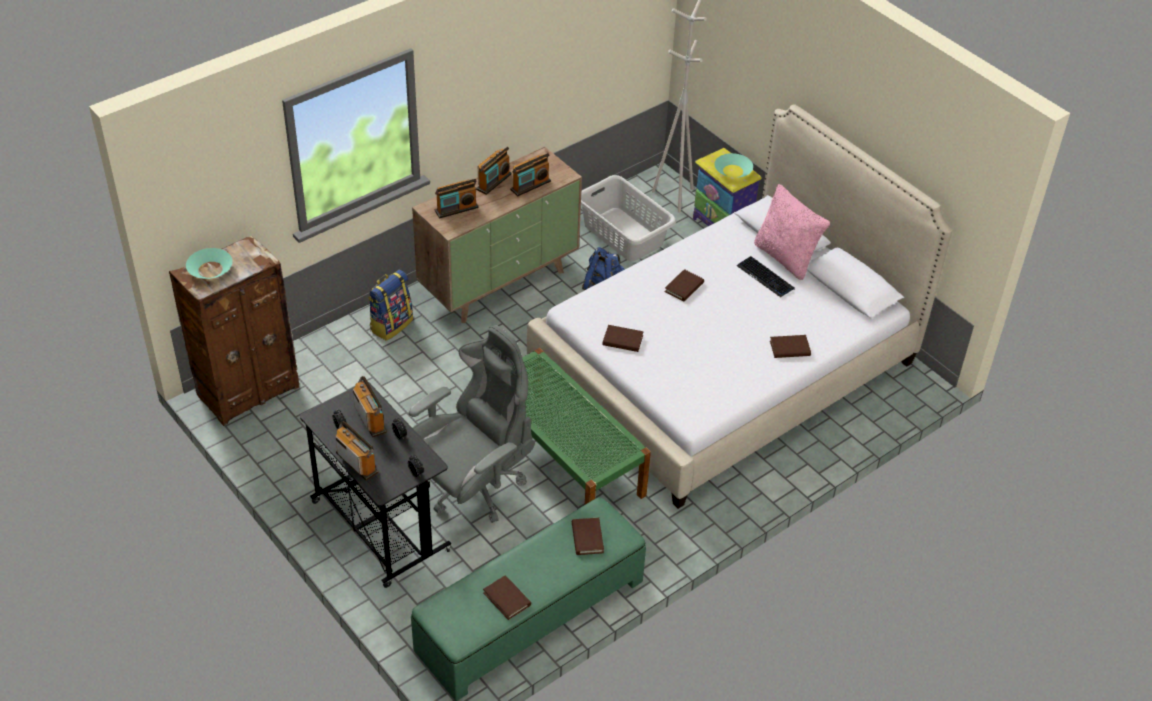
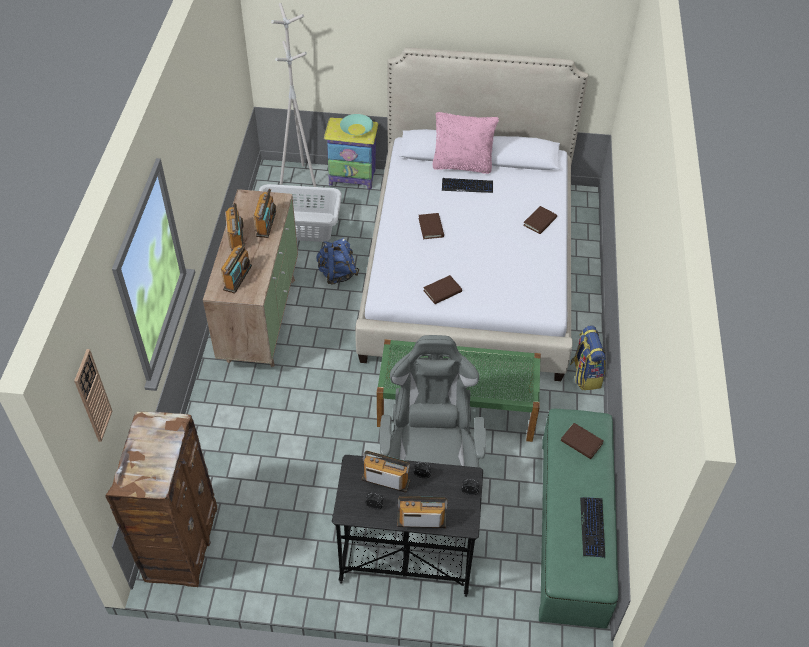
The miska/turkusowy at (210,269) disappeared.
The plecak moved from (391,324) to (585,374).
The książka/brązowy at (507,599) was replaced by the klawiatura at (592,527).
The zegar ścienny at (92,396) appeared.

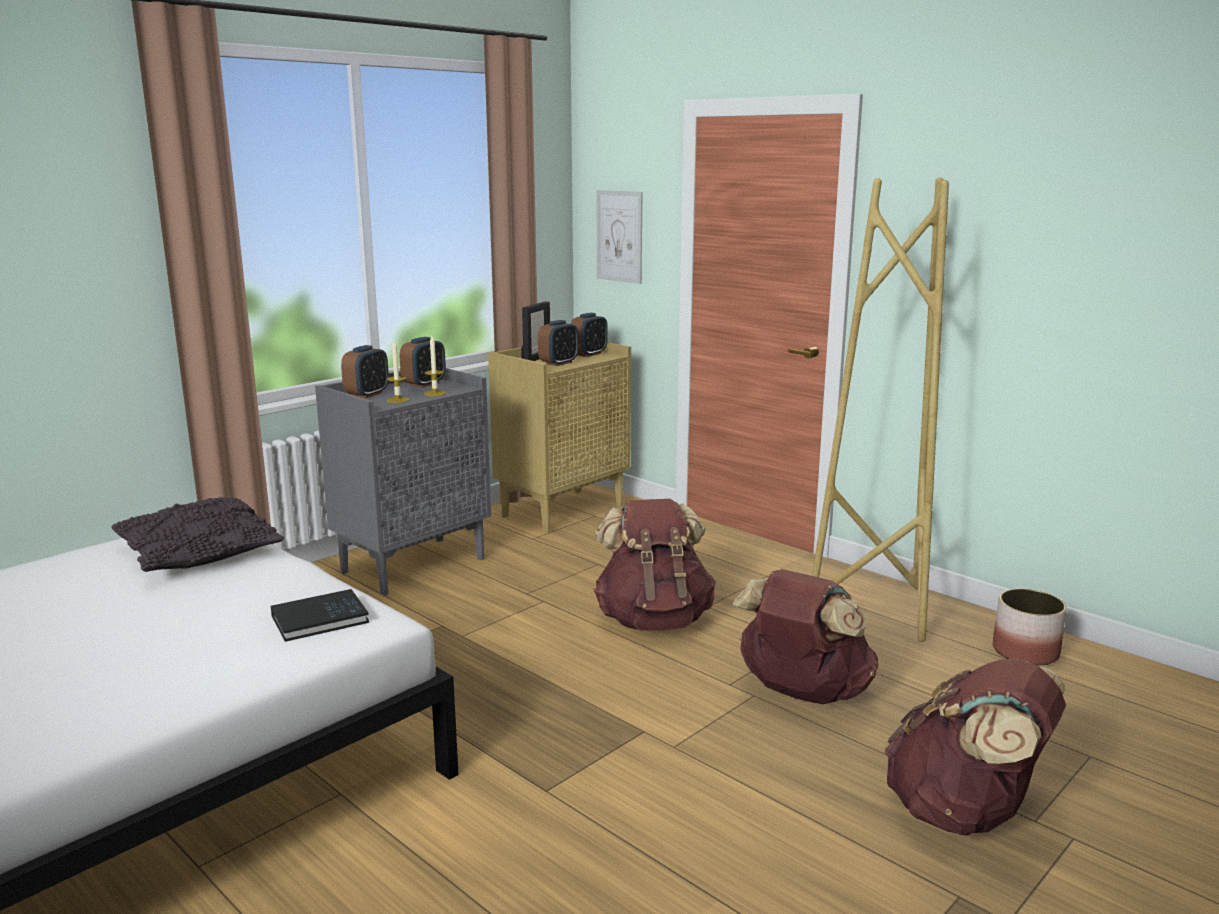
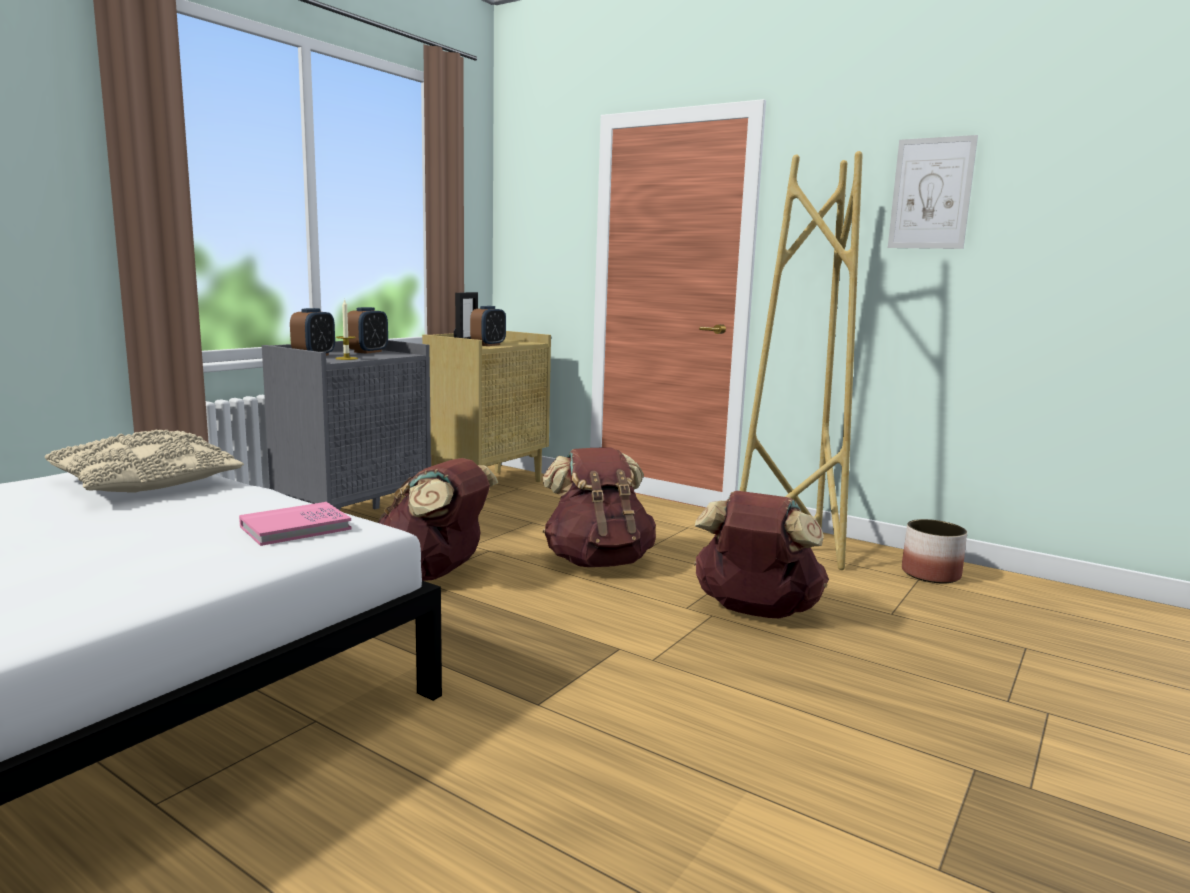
The poduszka/czarny at (199,553) became the poduszka/beżowy at (146,483).
The książka/czarny at (320,619) became the książka/różowy at (295,528).
The świeca at (435,393) disappeared.
The budzik at (589,354) disappeared.
The obraz moved from (619,236) to (931,193).
The plecak/brązowy moved from (964,812) to (434,574).

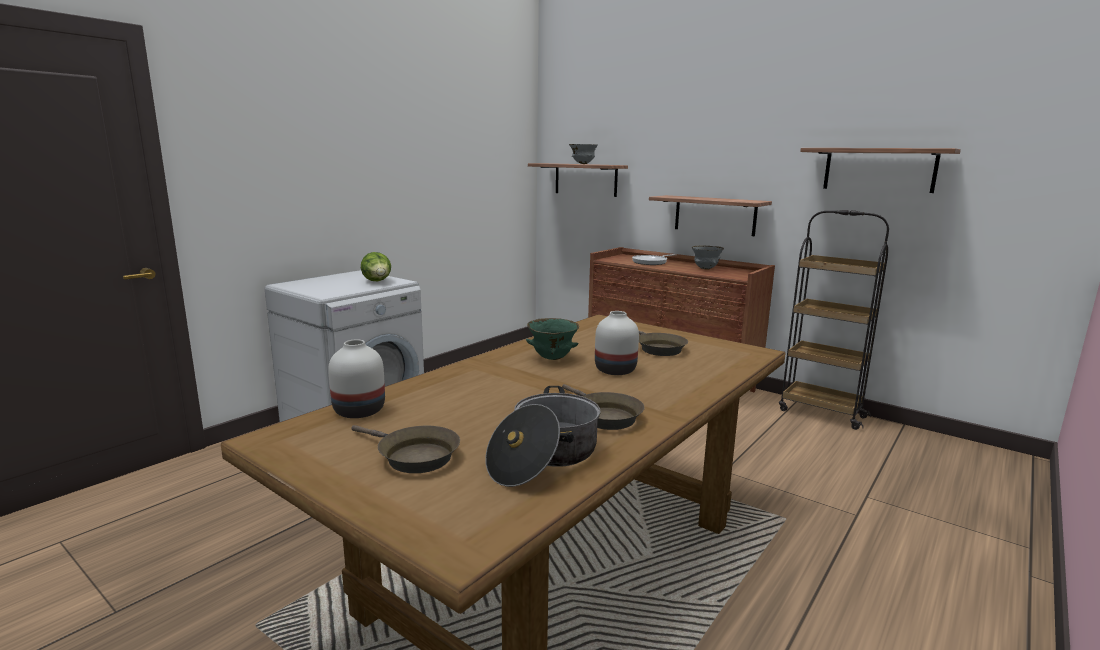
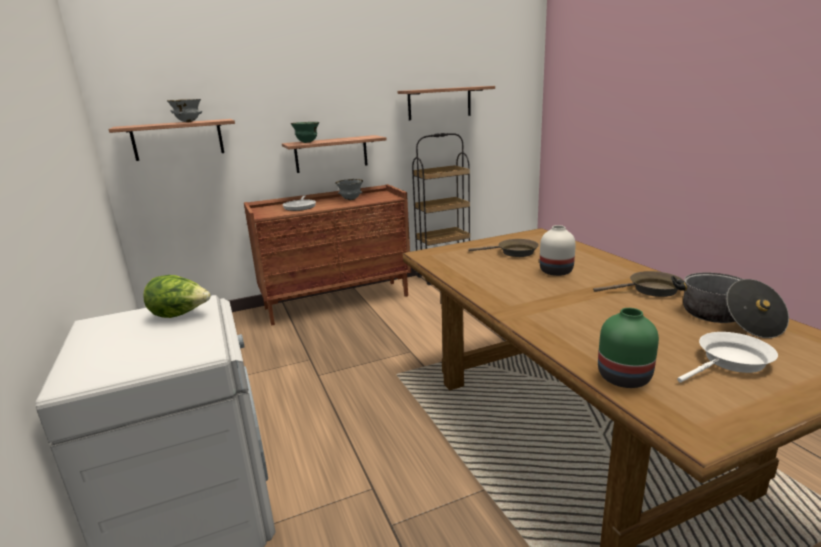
The wazon/biały at (360,410) became the wazon/zielony at (622,377).
The patelnia/brązowy at (413,456) became the patelnia/biały at (730,362).
The miska/zielony moved from (552,359) to (307,142).

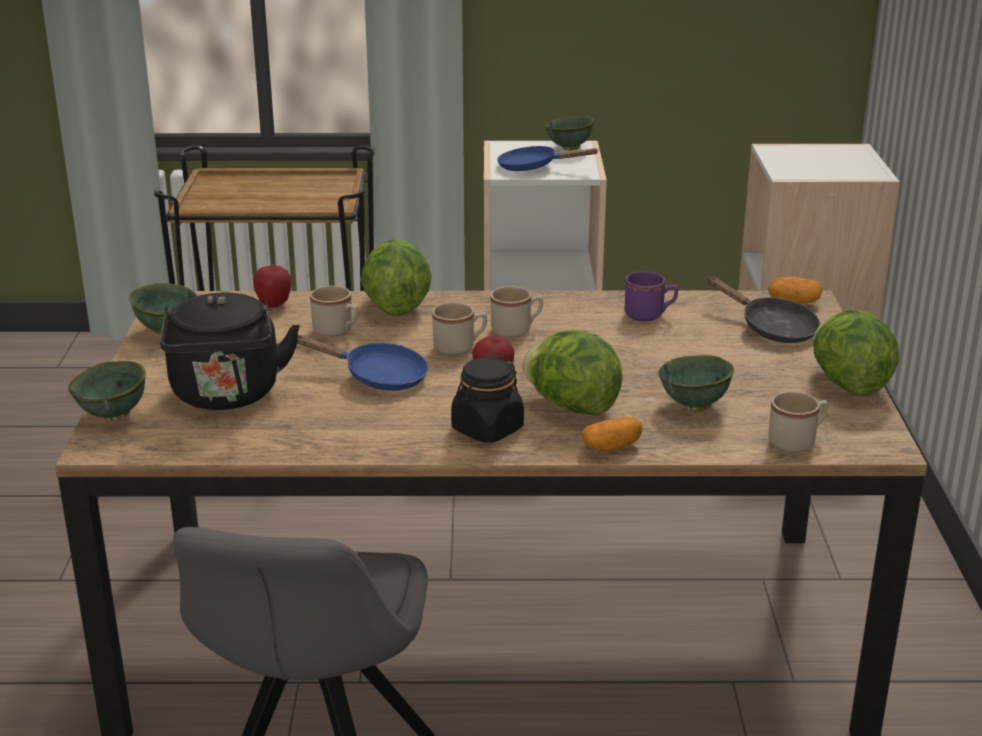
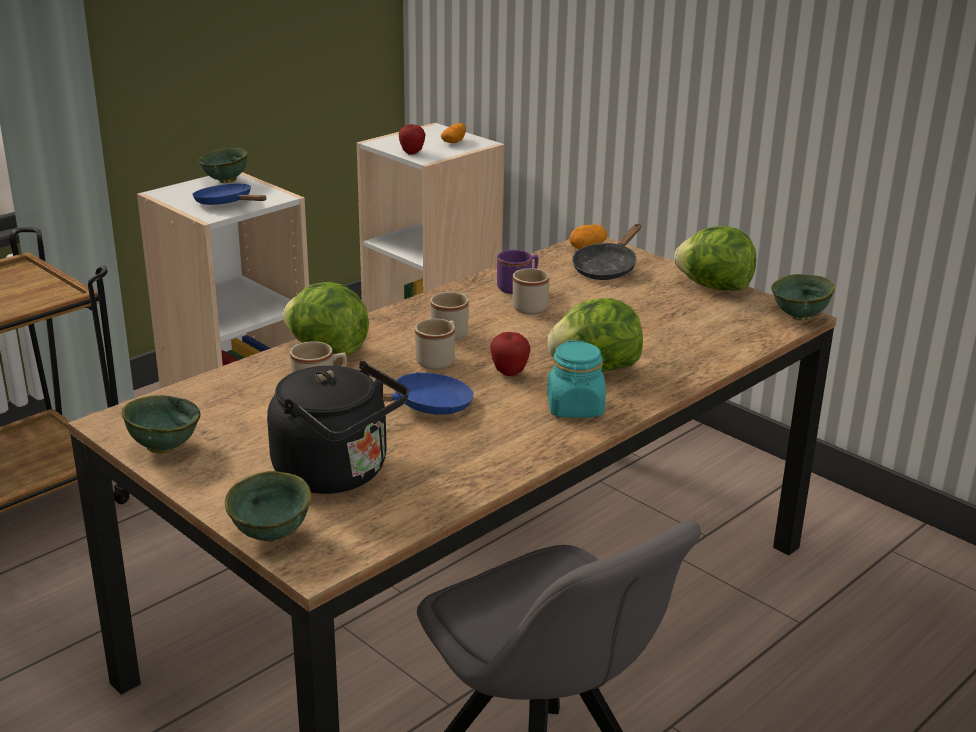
The jabłko moved from (274,305) to (412,153).
The słoik/czarny at (487,429) became the słoik/turkusowy at (575,408).
The patelnia/niebieski at (533,167) turned 75 degrees clockwise.
The ziemniak moved from (611,447) to (454,142).
The miska/zielony moved from (694,406) to (800,317).
The patelnia/czarny at (771,328) turned 120 degrees clockwise.
The kubek/beżowy moved from (797,442) to (532,306).

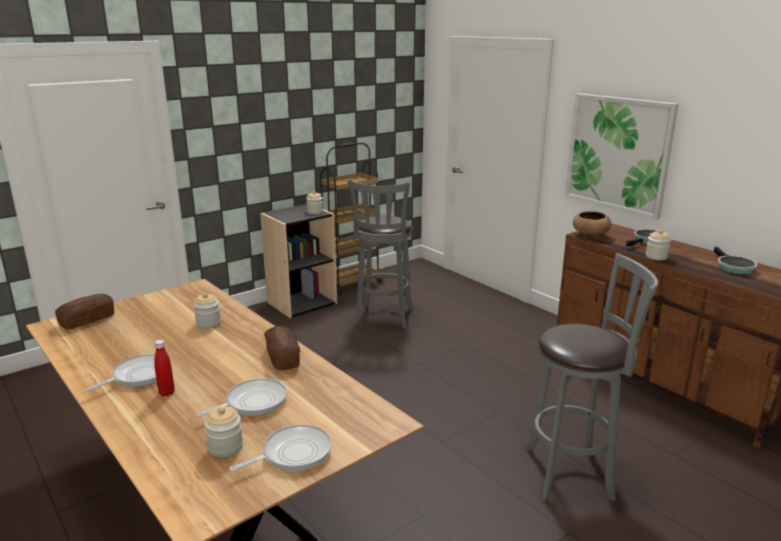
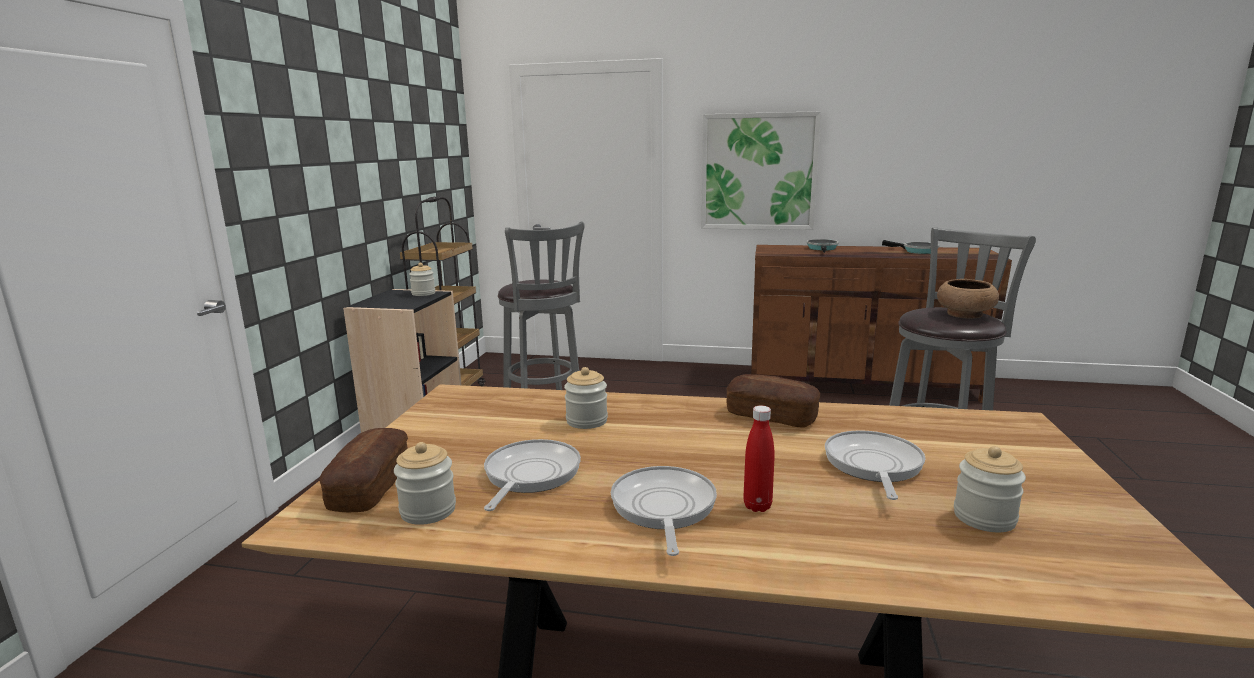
The patelnia moved from (293,454) to (529,475).
The miska/brązowy moved from (590,235) to (965,315).
The słoik moved from (656,257) to (428,510).

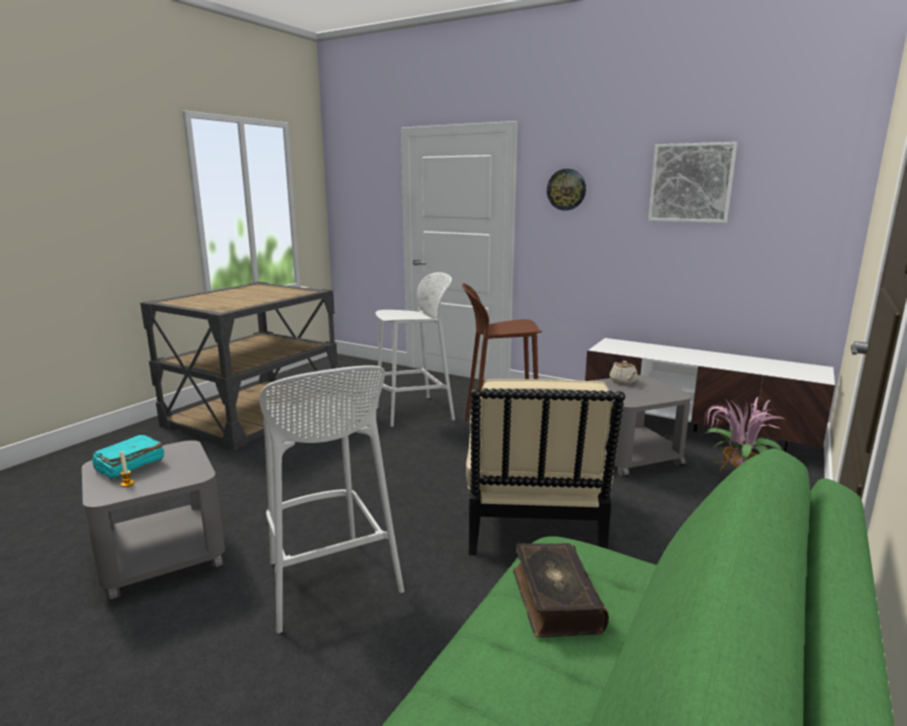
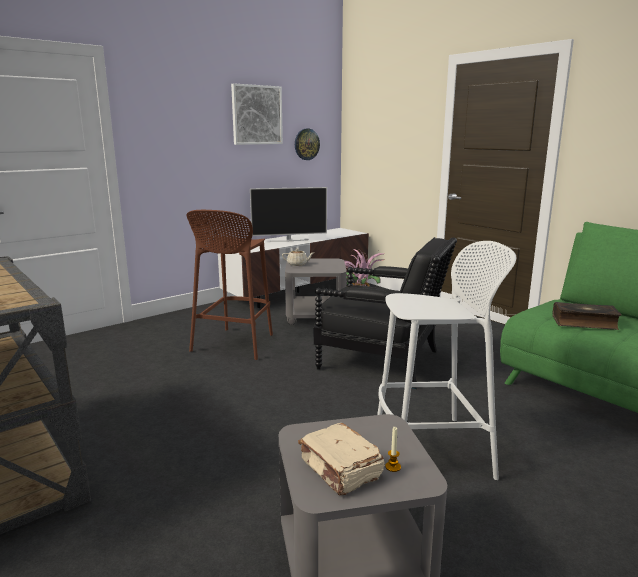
The książka/turkusowy at (129,466) became the książka/beżowy at (340,470).
The stołek/biały at (415,412) disappeared.
The fotel/beżowy at (532,521) became the fotel/czarny at (383,361).
The zegar ścienny moved from (566,189) to (306,144).
The telewizor at (289,240) appeared.

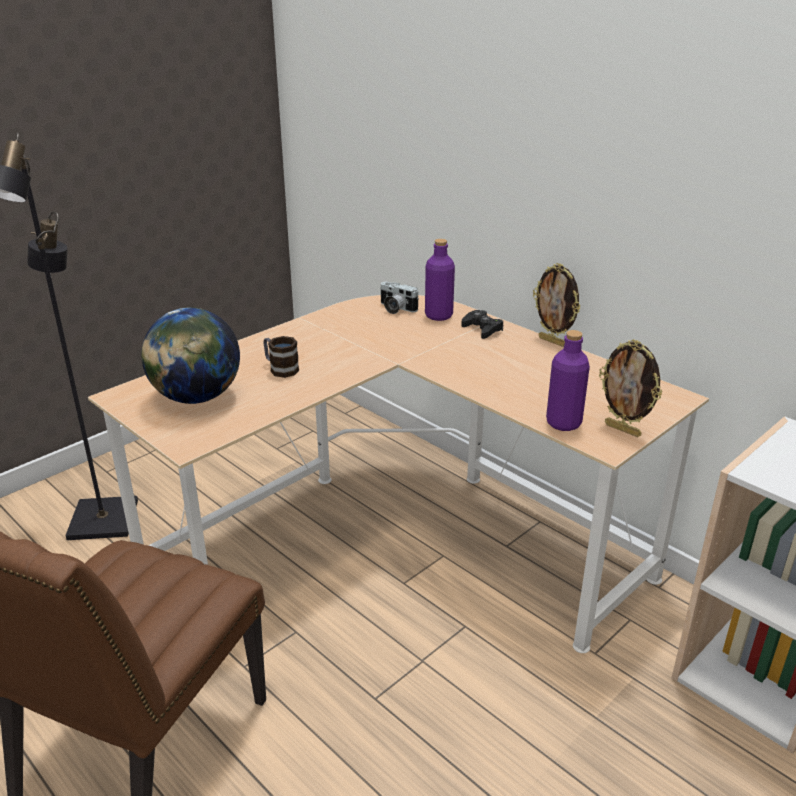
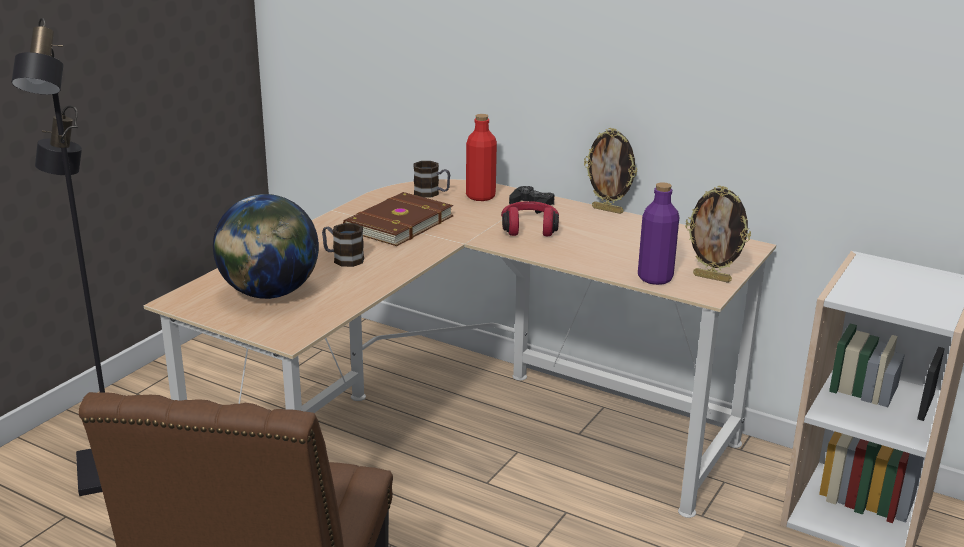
The aparat fotograficzny at (395,308) was replaced by the kubek at (431,193).
The butelka/fioletowy at (438,316) became the butelka/czerwony at (480,196).
The książka/brązowy at (397,223) appeared.
The słuchawki/czerwony at (529,228) appeared.

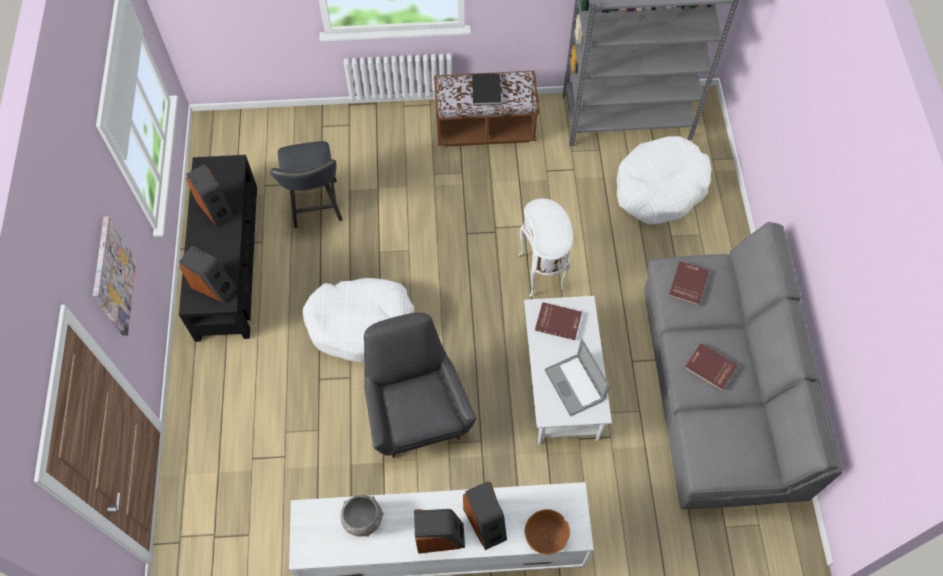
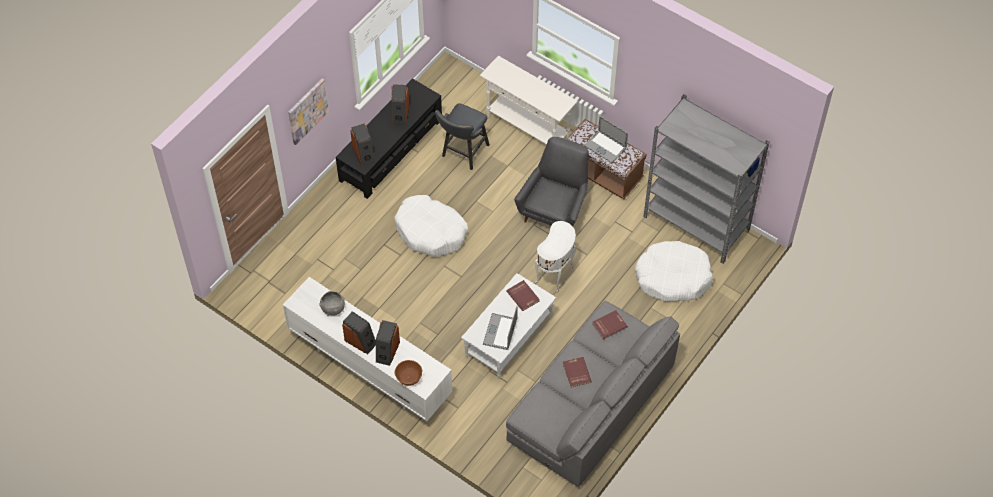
The fotel/szary moved from (416,412) to (555,210).
The książka/czarny at (487,90) was replaced by the laptop at (605,147).
The stolik konsolowy/biały at (528,128) appeared.

